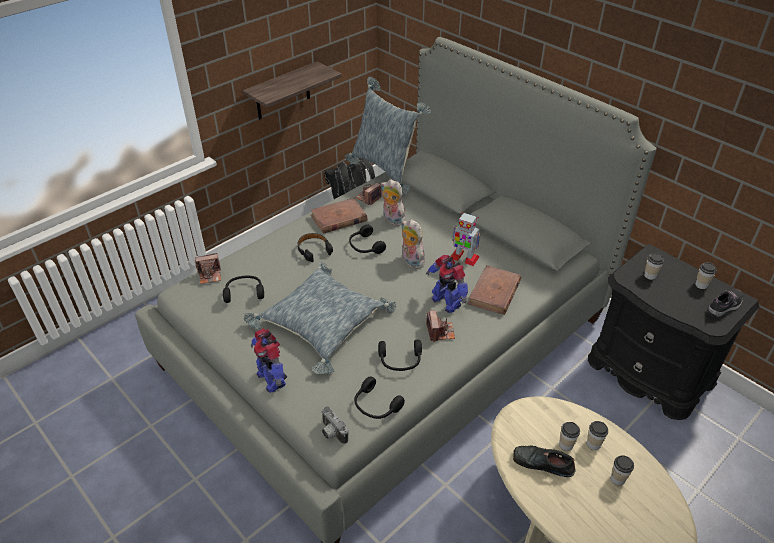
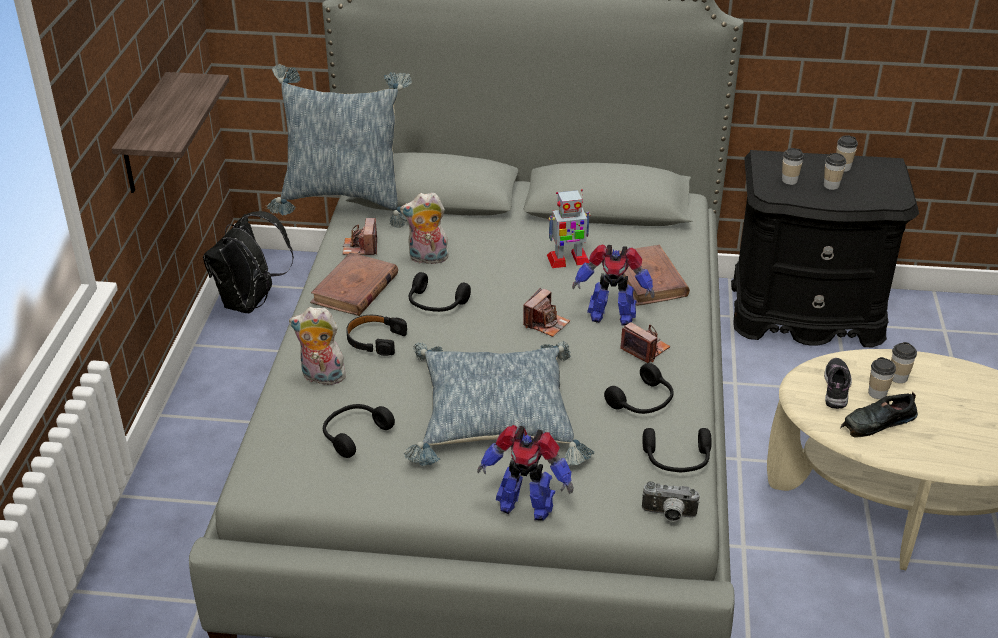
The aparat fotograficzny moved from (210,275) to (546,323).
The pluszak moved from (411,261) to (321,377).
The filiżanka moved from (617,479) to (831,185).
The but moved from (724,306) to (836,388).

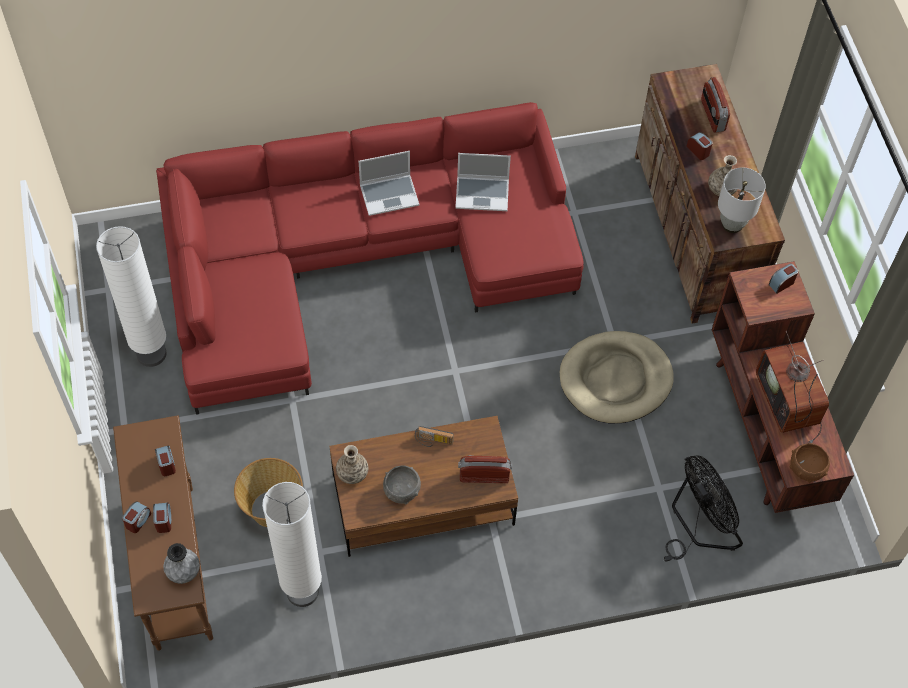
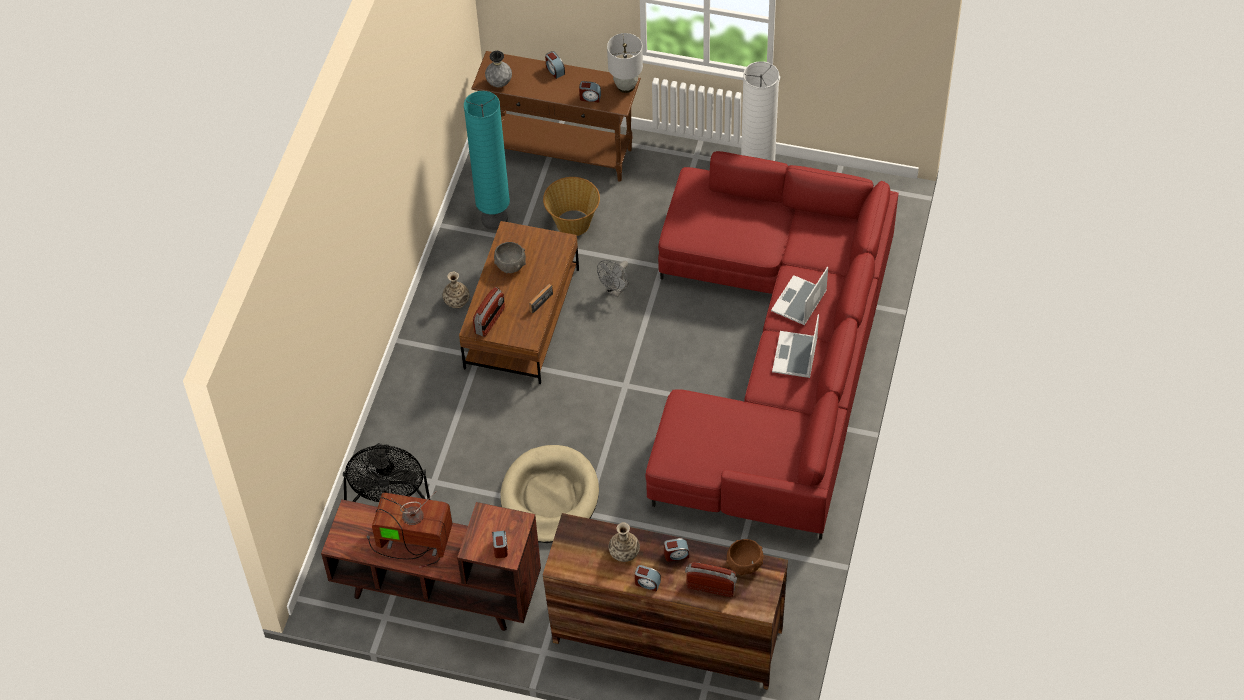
The budzik moved from (164,520) to (647,583).
The lampa stojąca/biały at (302,591) became the lampa stojąca/turkusowy at (494,219).
The wazon moved from (352,472) to (456,300).
The laptop moved from (483,194) to (799,302).
The lampa stołowa/biały moved from (732,224) to (626,86).
The miska/brązowy moved from (806,469) to (744,564).
The wentylator/szary at (616,290) appeared.

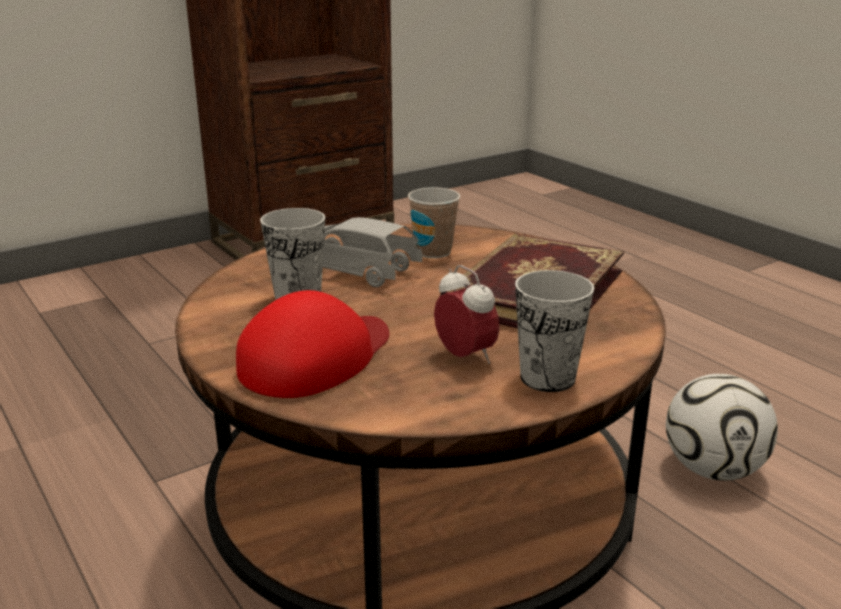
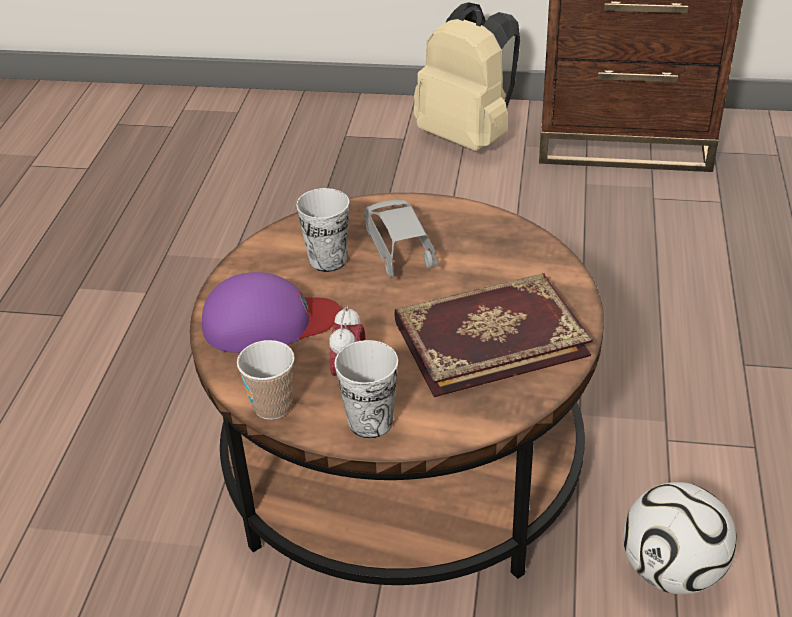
The czapka z daszkiem/czerwony at (316,357) became the czapka z daszkiem/fioletowy at (269,322).
The filiżanka moved from (433,252) to (272,406).
The plecak/beżowy at (468,137) appeared.

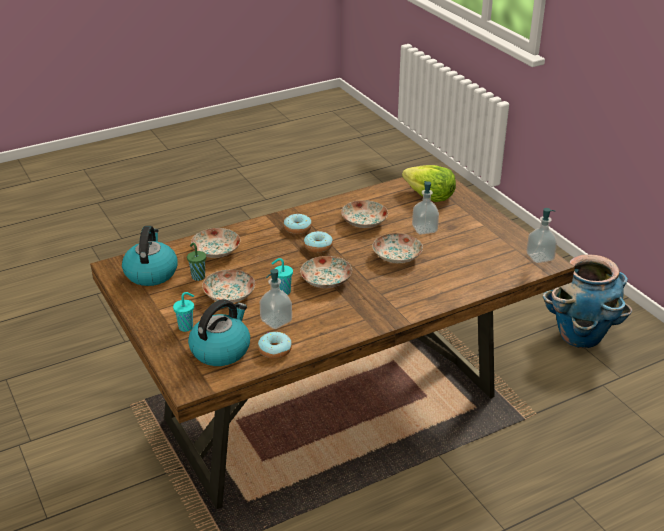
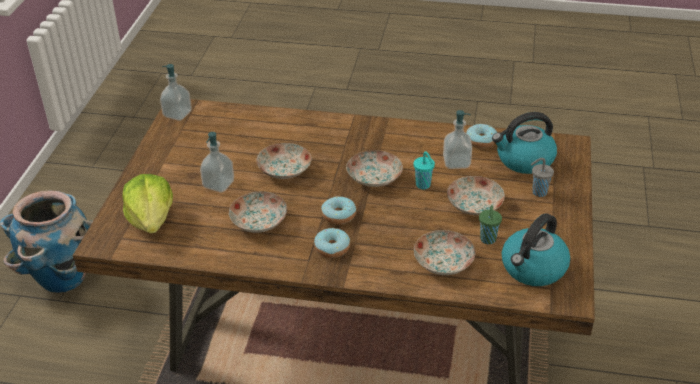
The filiżanka/turkusowy at (186,327) became the filiżanka/szary at (538,192).

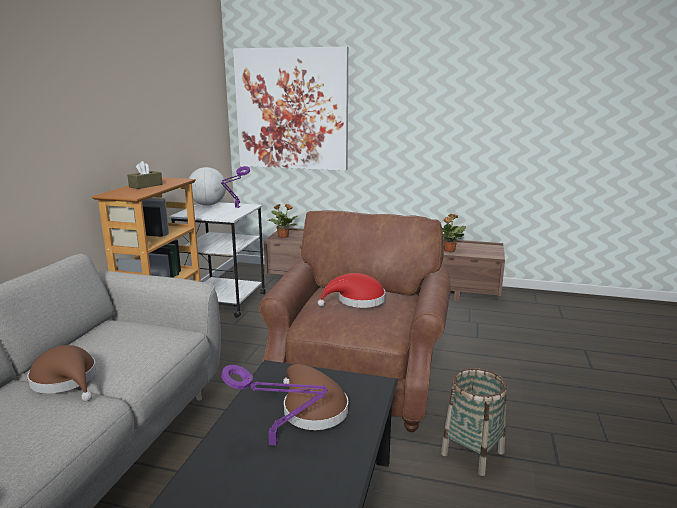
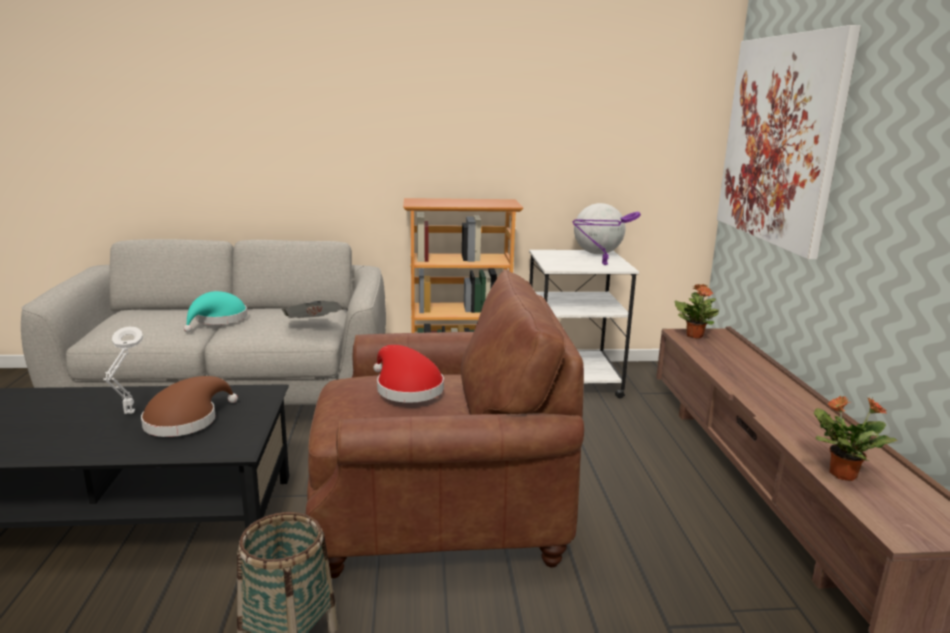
The kapelusz/brązowy at (67,380) became the kapelusz/turkusowy at (218,320).
The pudełko chusteczek/brązowy at (146,186) disappeared.
The lampa stołowa/fioletowy at (277,443) became the lampa stołowa/biały at (129,414).
The gazeta at (313,326) appeared.

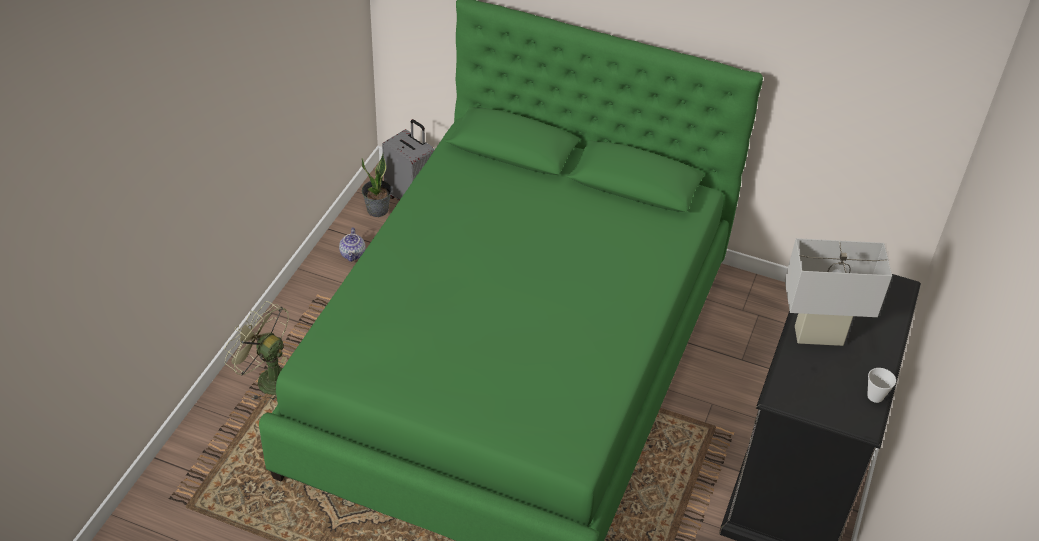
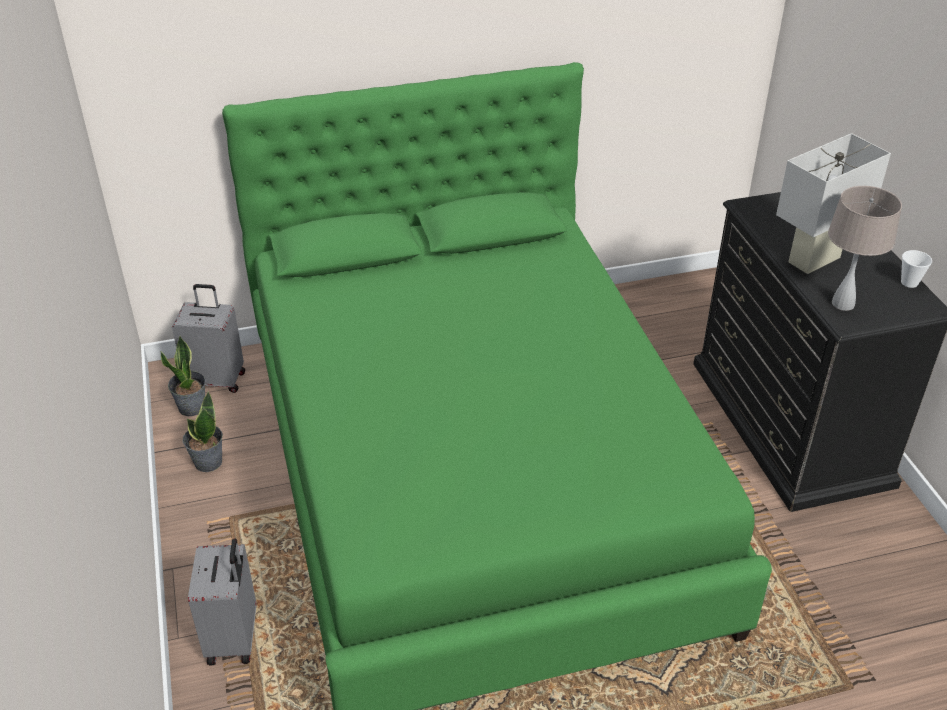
The wentylator/zielony at (267,379) was replaced by the walizka/szary at (234,638).
The imbryk at (353,254) was replaced by the roślina doniczkowa at (207,462).
The lampa stołowa/beżowy at (843,303) appeared.

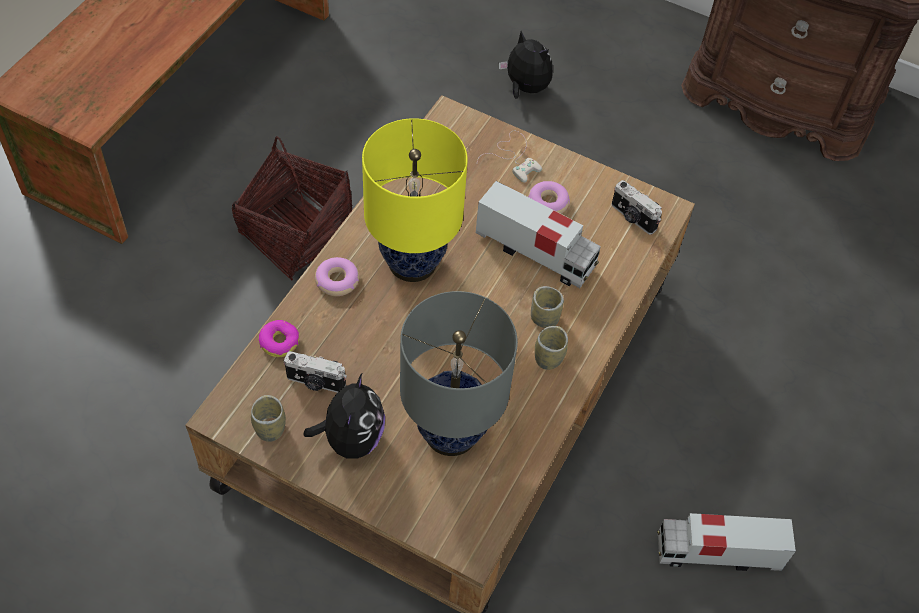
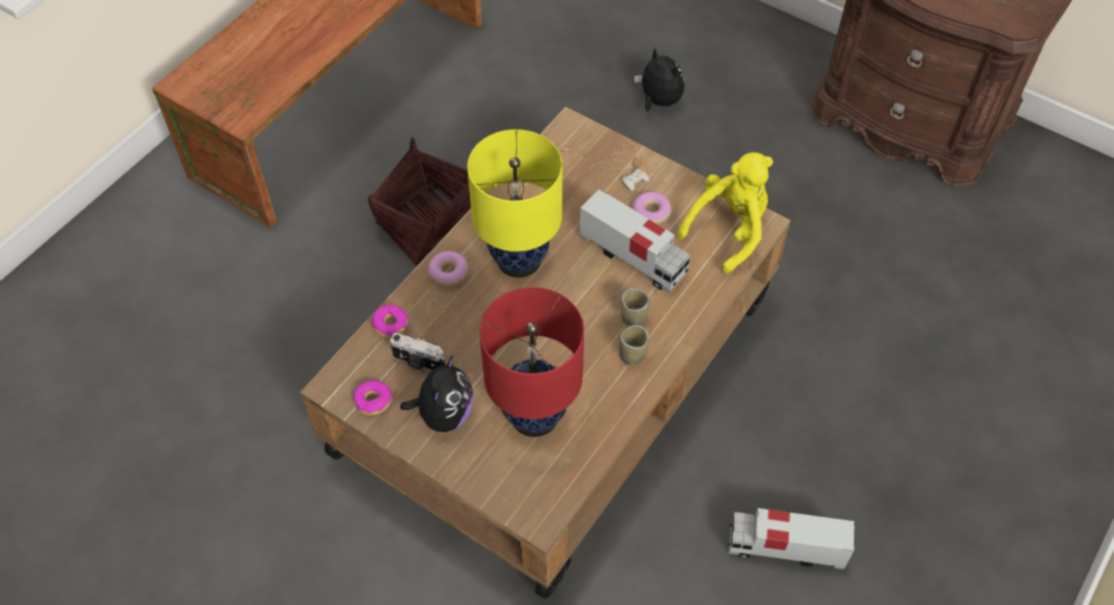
The filiżanka at (270,428) was replaced by the donut at (373,400).
The lampa stołowa/szary at (450,432) became the lampa stołowa/czerwony at (534,415).
The aparat fotograficzny at (632,218) was replaced by the pluszak/żółty at (729,230).

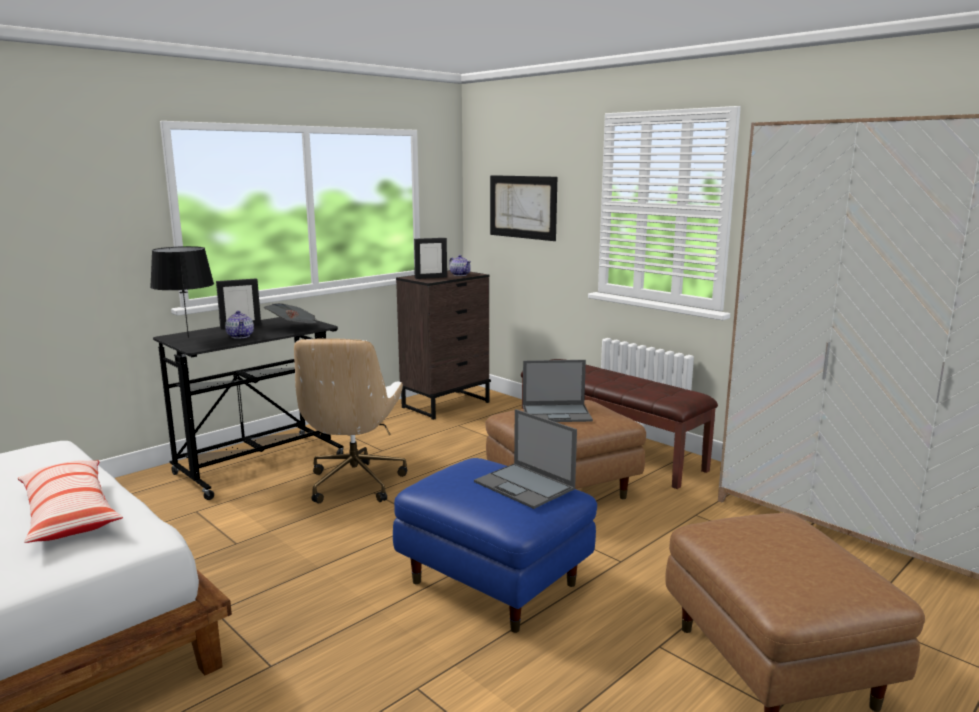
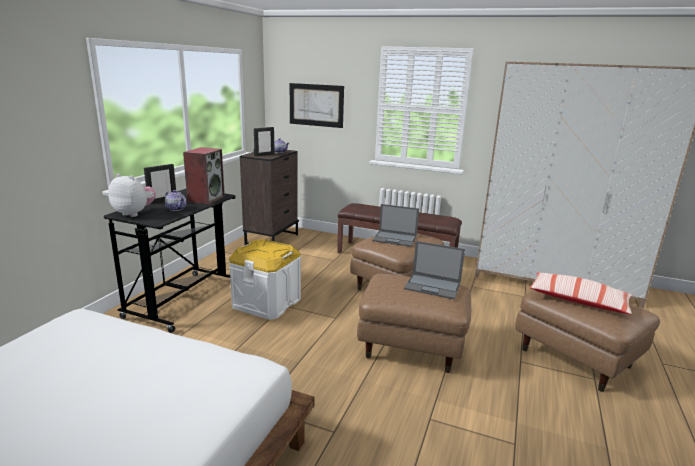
The poduszka moved from (69,514) to (578,301).
The lampa stołowa/czarny at (188,337) was replaced by the pluszak at (134,213).
The gazeta at (294,328) was replaced by the głośnik at (206,199).
The krzesło biurowe/biały at (354,485) was replaced by the pojemnik do przechowywania/biały at (266,303).
The pufa/niebieski at (495,585) became the pufa/brązowy at (412,348).
The laptop at (557,413) turned 45 degrees clockwise.

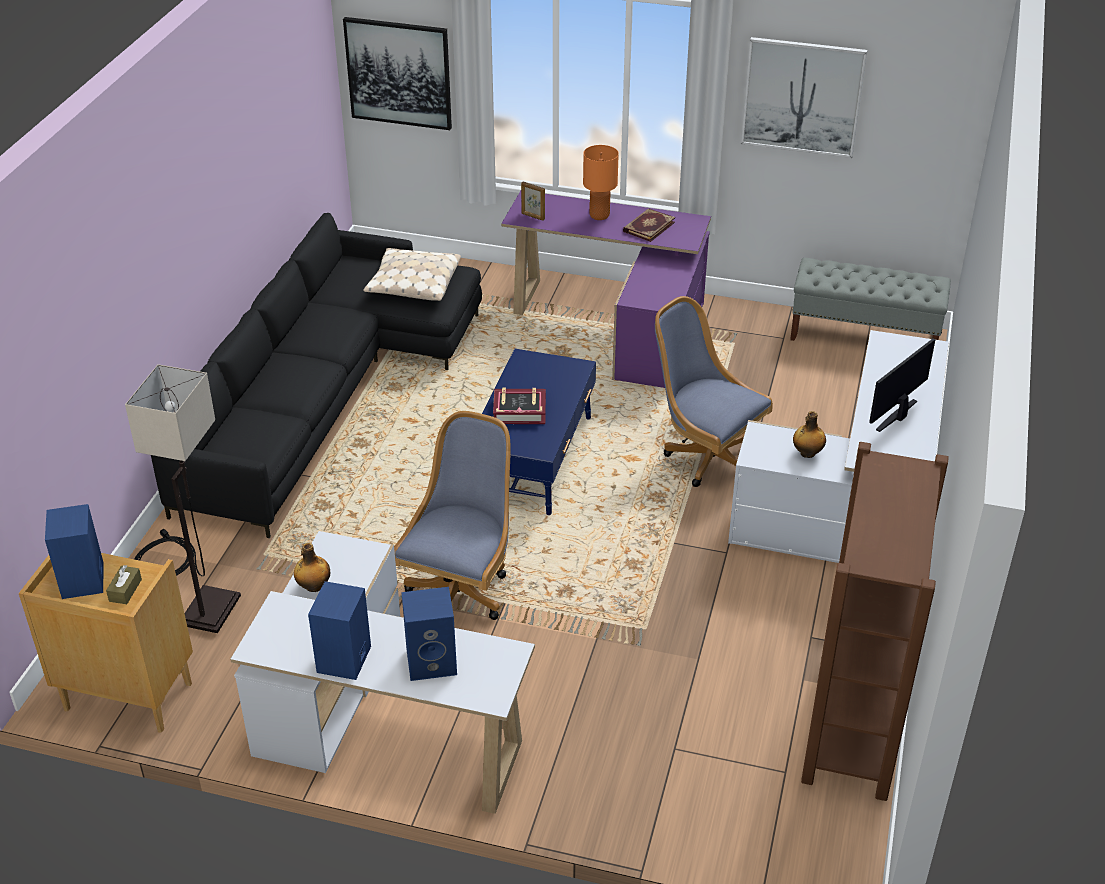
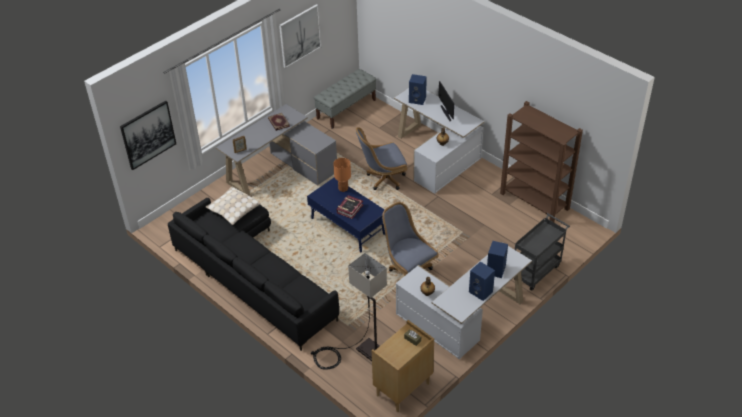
The głośnik/niebieski moved from (84,581) to (418,99).
The biurko/fioletowy at (618,323) became the biurko/szary at (281,169).
The lampa stołowa/pomarańczowy moved from (599,217) to (343,189).
The wózek/szary at (537,272) appeared.

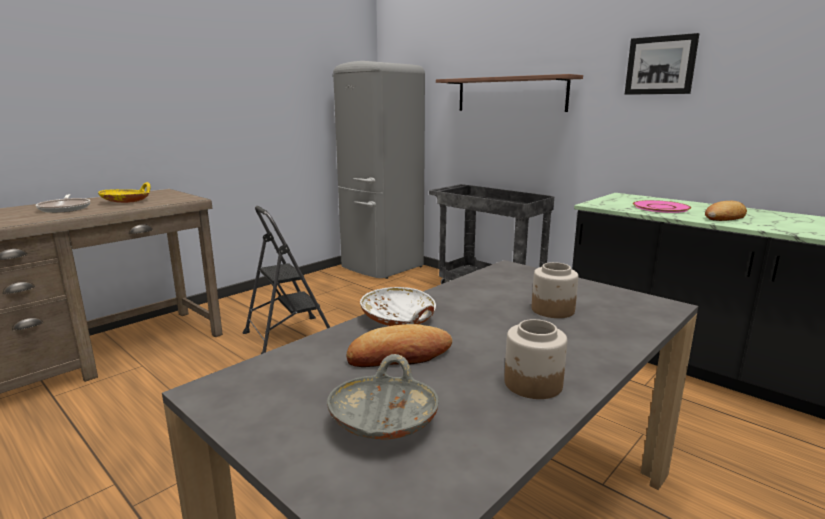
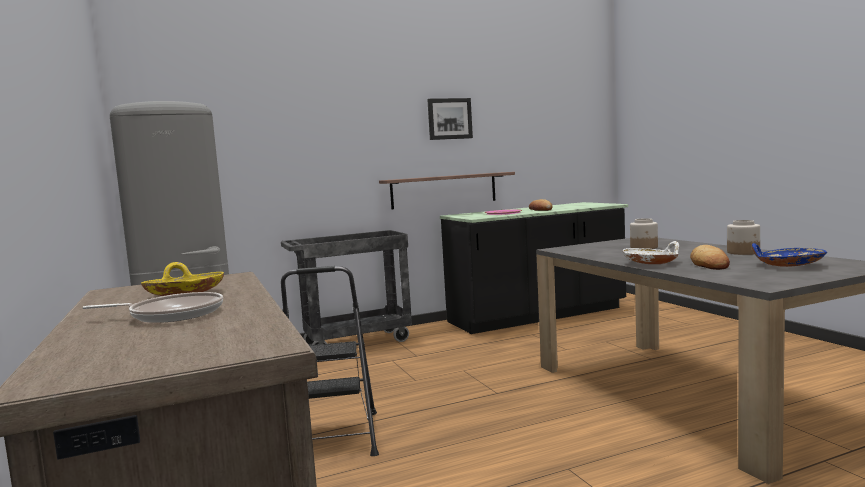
The miska/szary at (384,420) became the miska/niebieski at (788,265).
The półka moved from (510,94) to (444,190).

